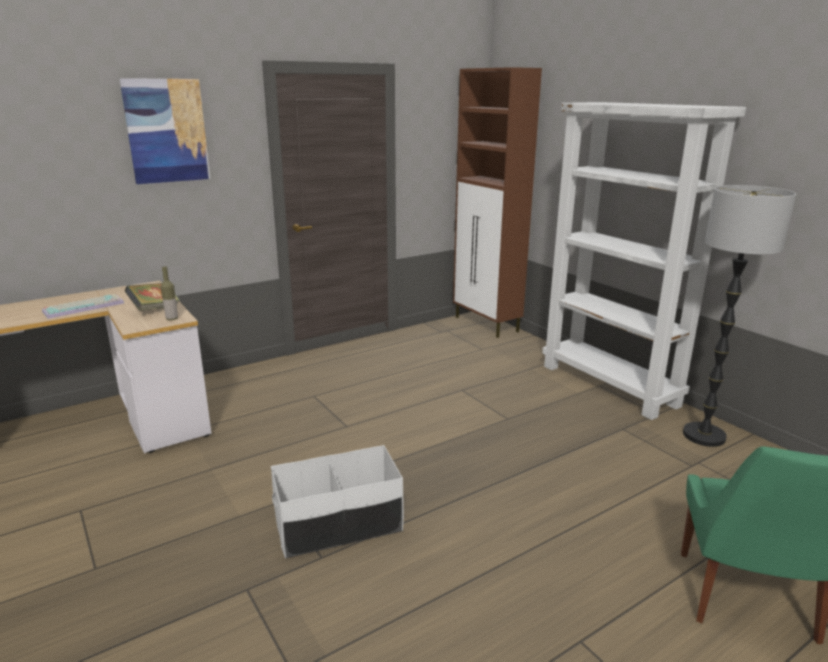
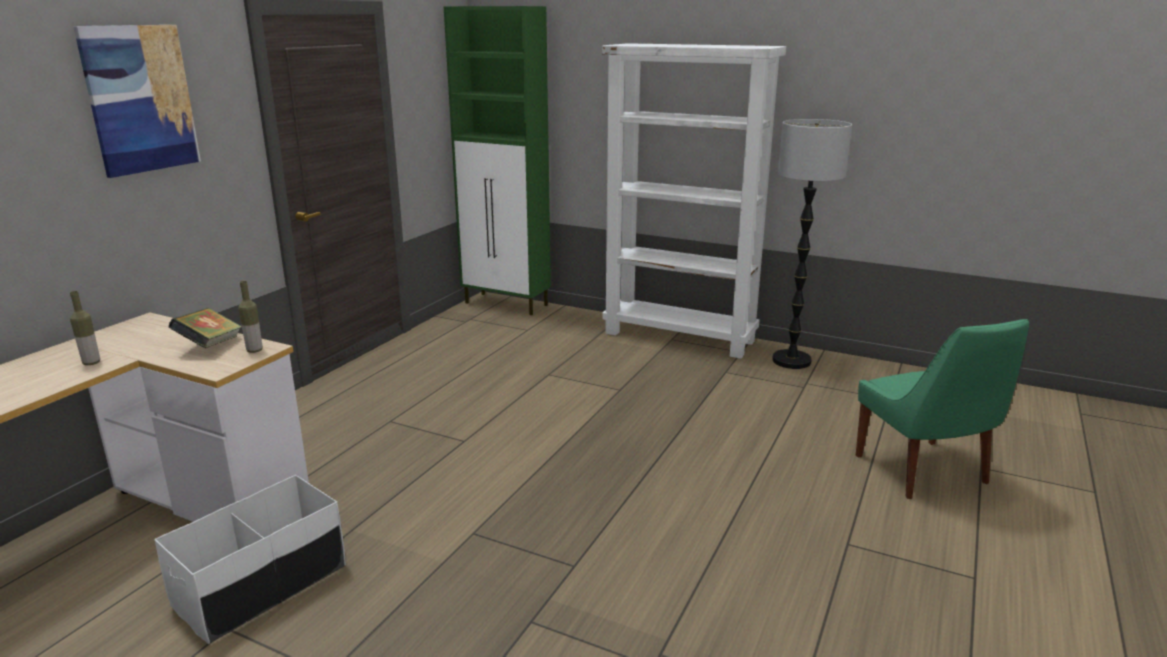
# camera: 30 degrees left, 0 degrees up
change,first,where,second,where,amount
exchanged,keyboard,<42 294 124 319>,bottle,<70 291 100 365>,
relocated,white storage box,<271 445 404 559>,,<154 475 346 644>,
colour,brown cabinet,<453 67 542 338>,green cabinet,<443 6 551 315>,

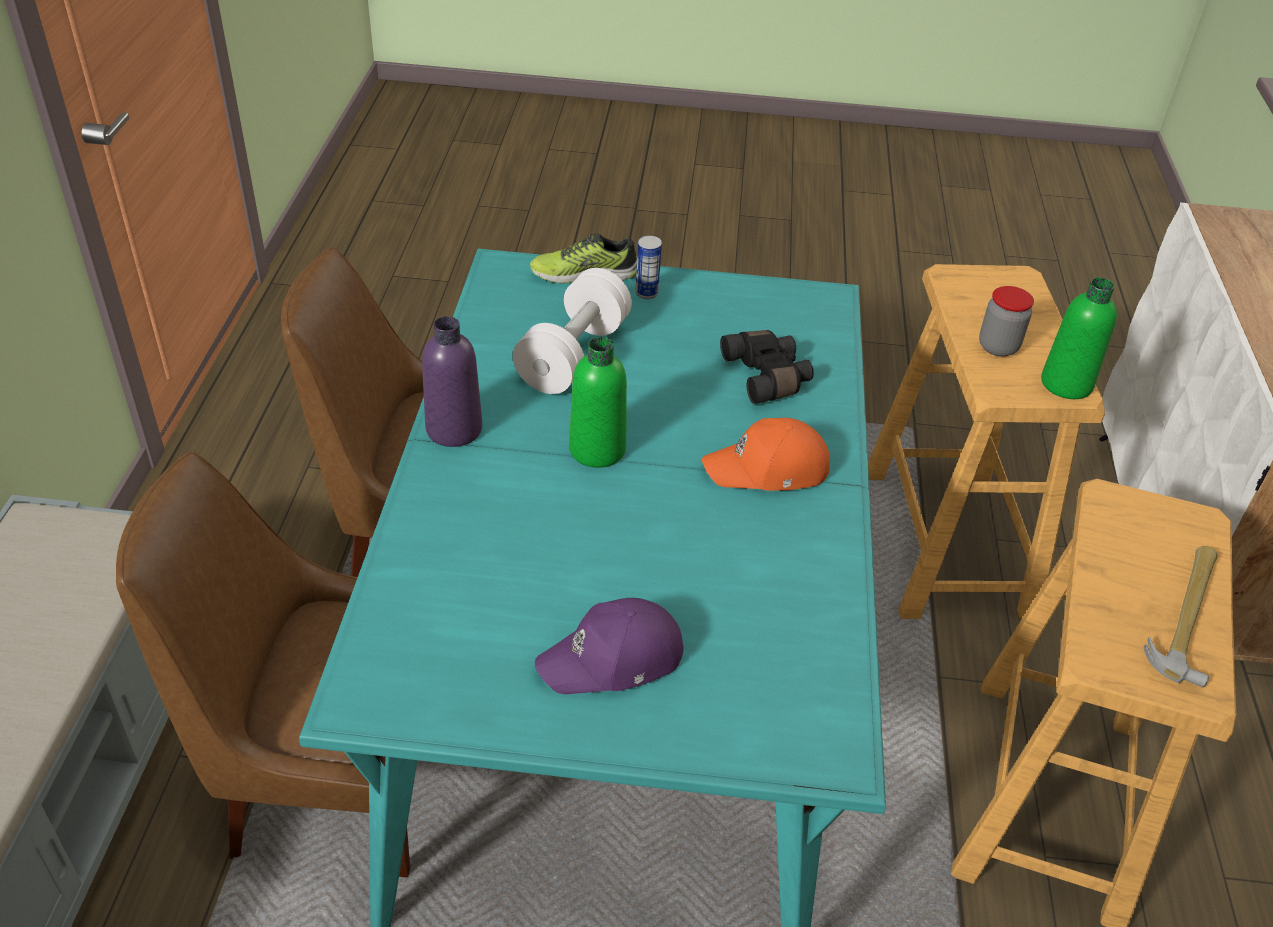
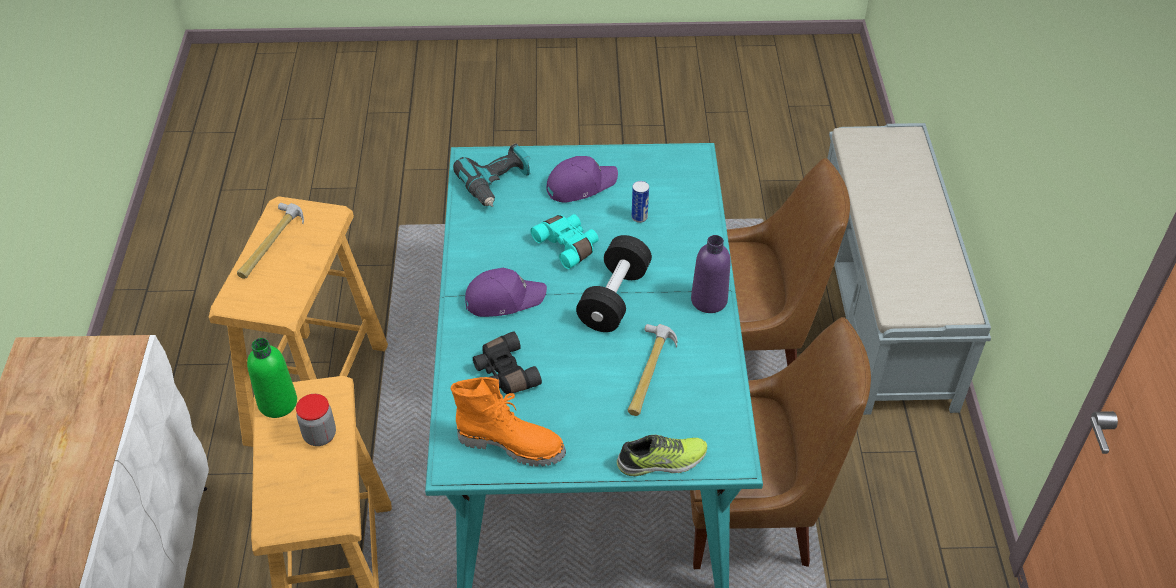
# camera: 175 degrees right, 5 degrees up
change,first,where,second,where,amount
exchanged,white dumbbell,<513 268 632 394>,hammer,<628 324 678 416>,
exchanged,green bottle,<569 337 627 468>,black dumbbell,<576 235 652 332>,
relocated,can,<635 236 662 299>,,<631 181 649 223>,
colour,orange cap,<702 418 830 491>,purple cap,<465 268 547 317>,
appeared,,,orange boot,<451 377 566 467>,
appeared,,,power drill,<453 143 530 207>,
appeared,,,turquoise binoculars,<531 214 599 269>,

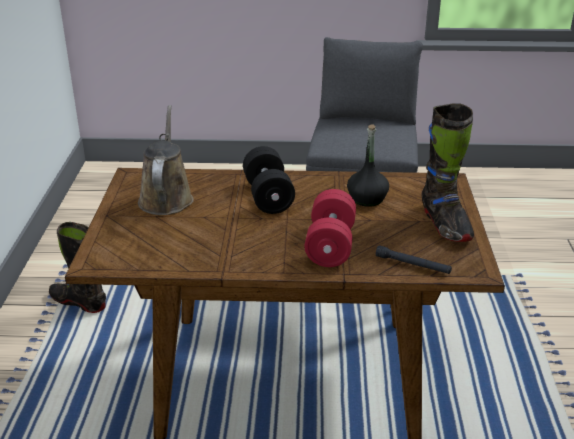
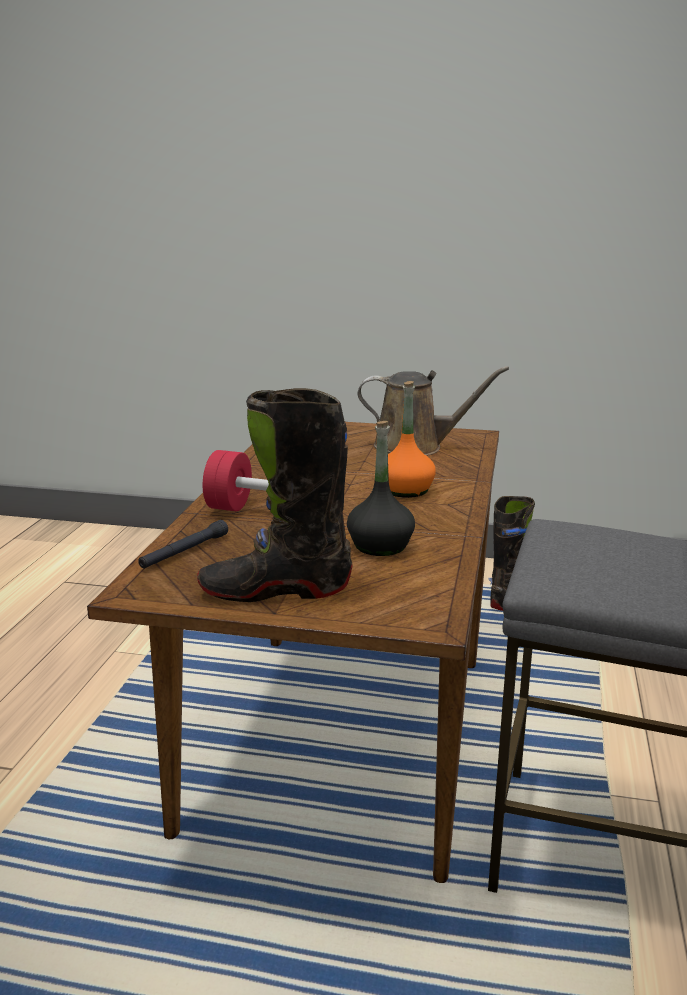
# camera: 100 degrees right, 10 degrees down
change,first,where,second,where,amount
exchanged,black dumbbell,<243 146 295 214>,orange bottle,<388 381 436 498>,

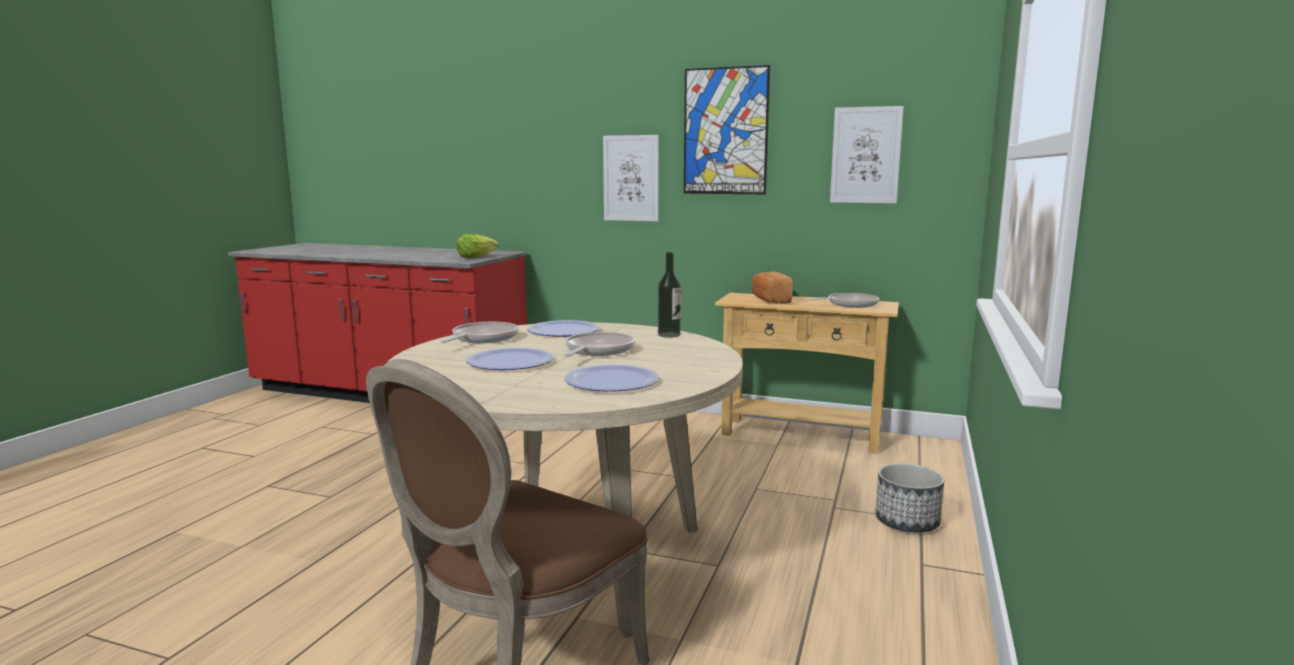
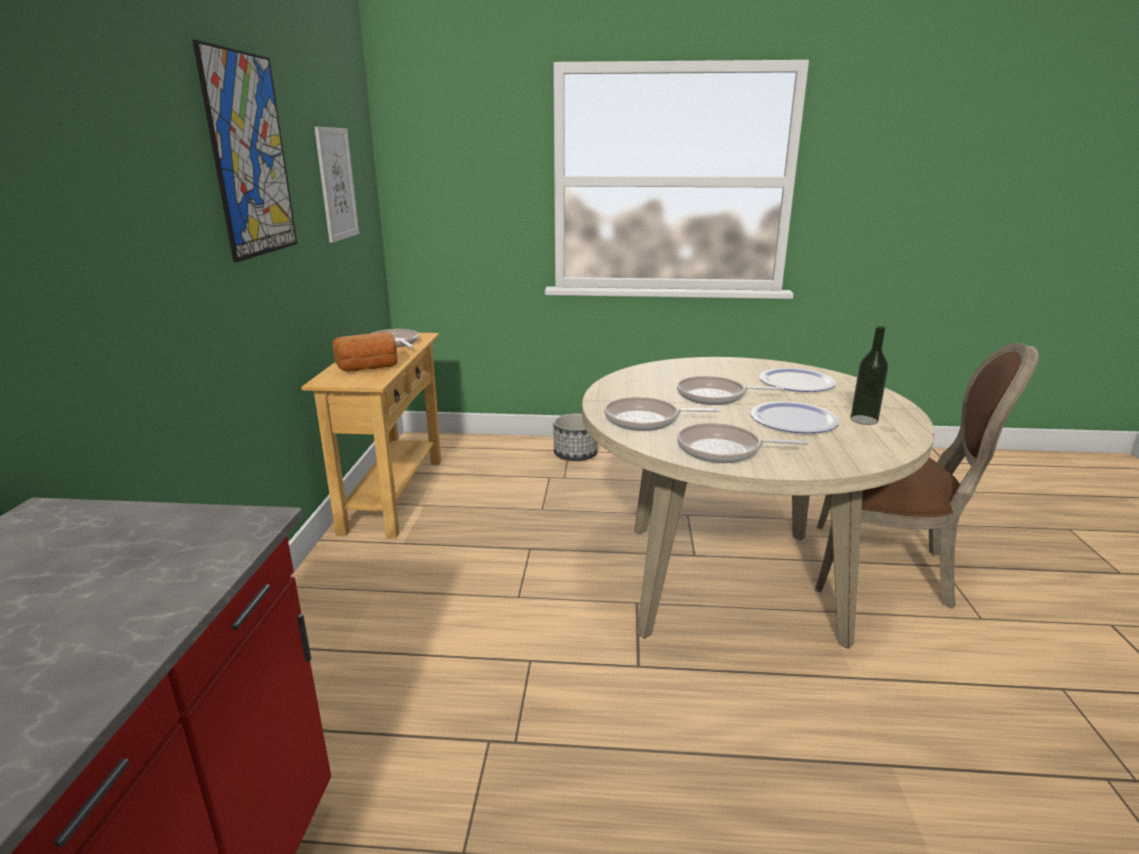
# camera: 105 degrees left, 10 degrees up
change,first,where,second,where,amount
missing,lettuce,<457 234 499 258>,,,
exchanged,plate,<527 320 600 337>,frying pan,<604 397 719 431>,
missing,picture,<603 135 659 222>,,,
relocated,bottle,<658 252 681 338>,,<850 326 888 425>,

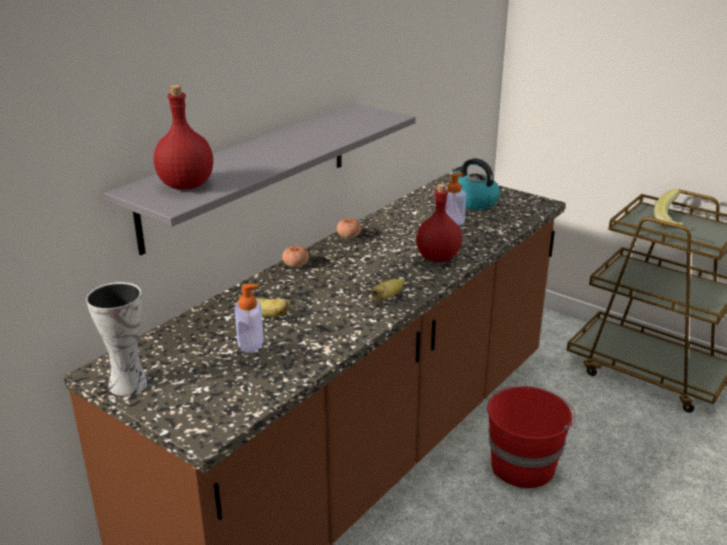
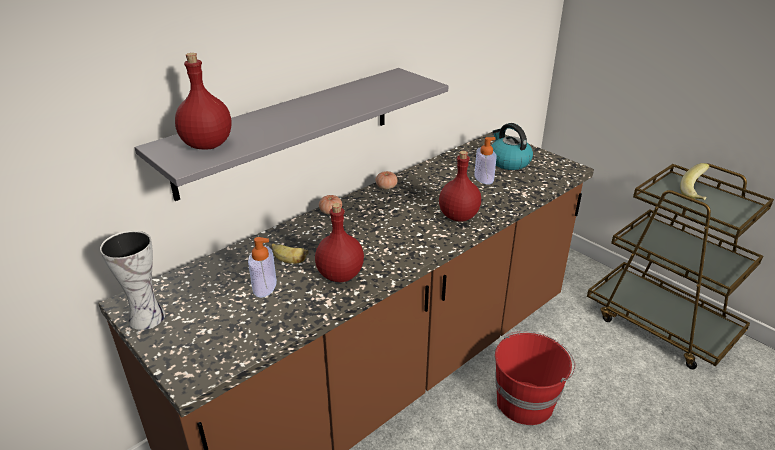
# camera: 10 degrees right, 5 degrees up
change,first,where,second,where,amount
missing,banana,<372 279 406 301>,,,
appeared,,,red bottle,<315 203 364 282>,

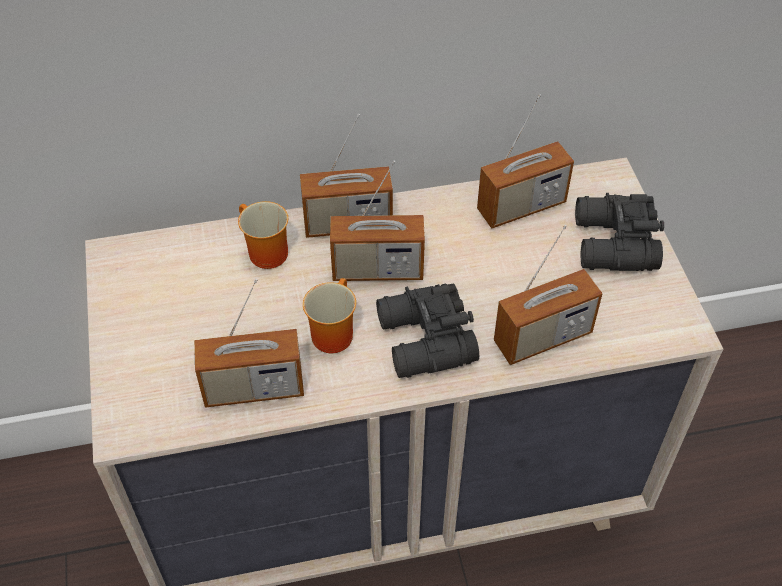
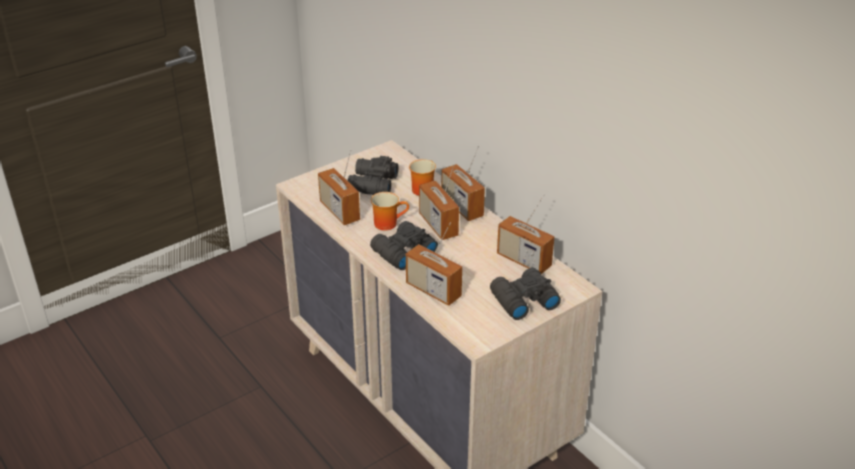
# camera: 65 degrees right, 15 degrees down
change,first,where,second,where,amount
appeared,,,black binoculars,<348 156 398 195>,

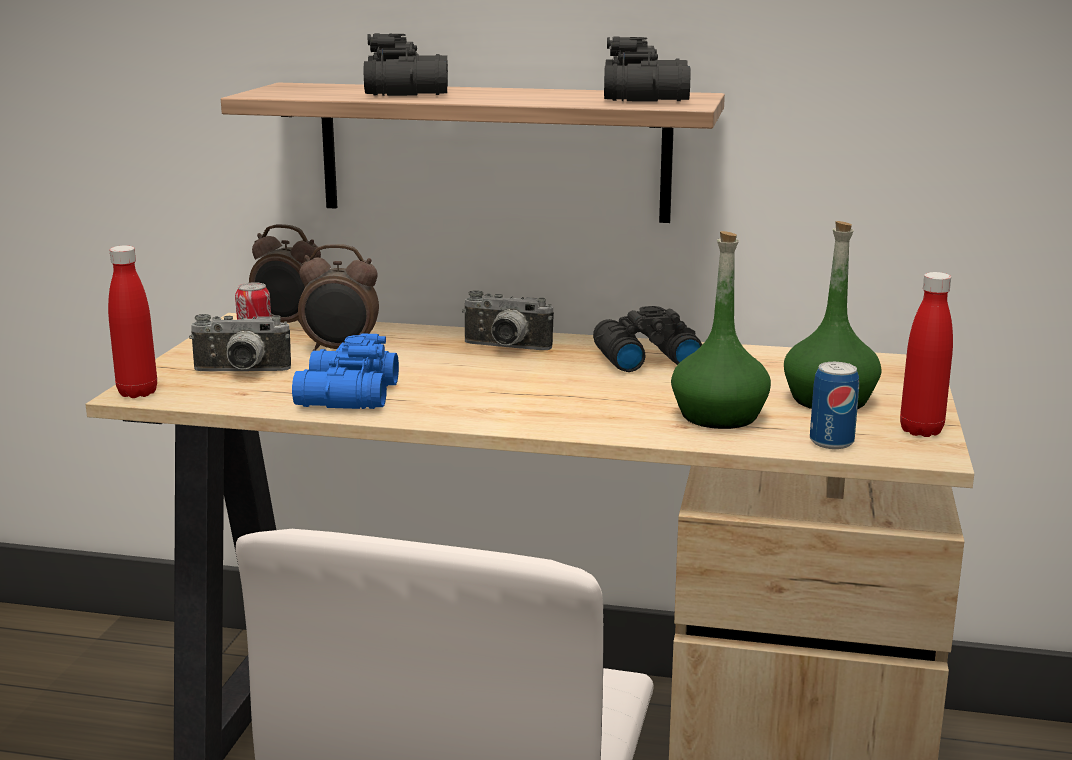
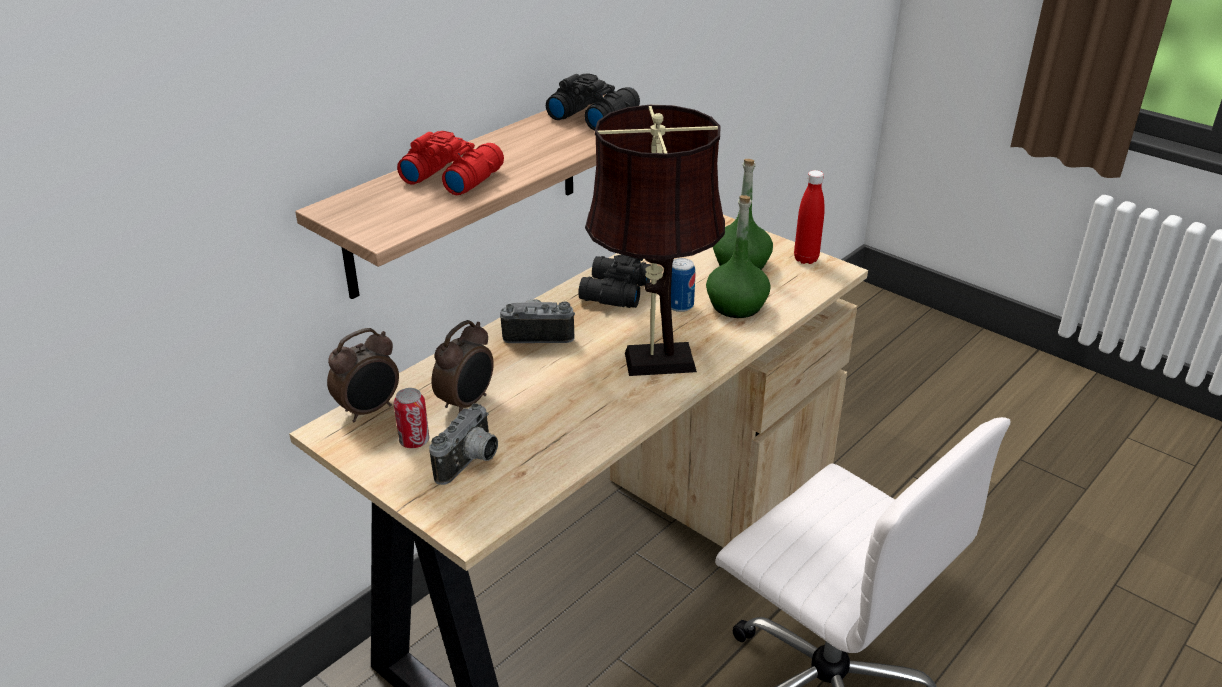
# camera: 60 degrees left, 15 degrees up
change,first,where,second,where,amount
missing,red bottle,<108 245 157 398>,,,
missing,blue binoculars,<292 333 399 409>,,,
colour,black binoculars,<363 33 448 96>,red binoculars,<397 131 504 195>,
spun,photo camera,<462 290 554 350>,,<500 299 575 343>,135 degrees counterclockwise
relocated,can,<810 362 859 449>,,<671 258 695 312>,
appeared,,,brown table lamp,<585 105 725 376>,

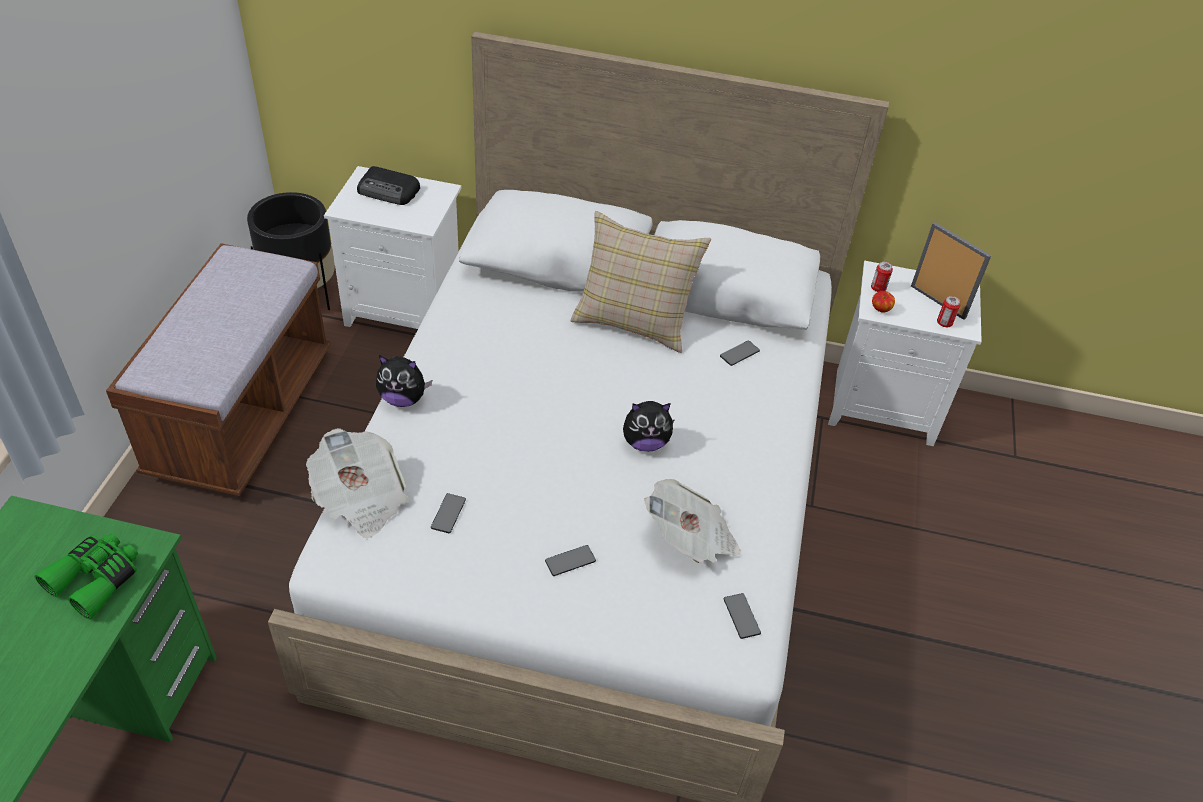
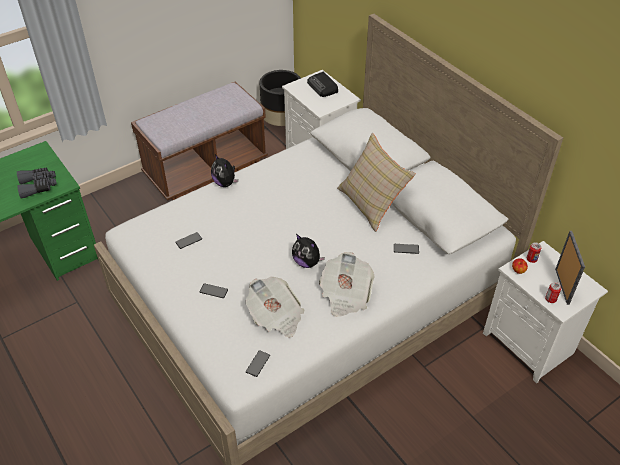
# camera: 45 degrees right, 0 degrees up
change,first,where,second,where,amount
colour,green binoculars,<35 533 138 619>,grey binoculars,<17 168 57 198>,
relocated,newspaper,<306 428 409 538>,,<319 252 375 317>,

